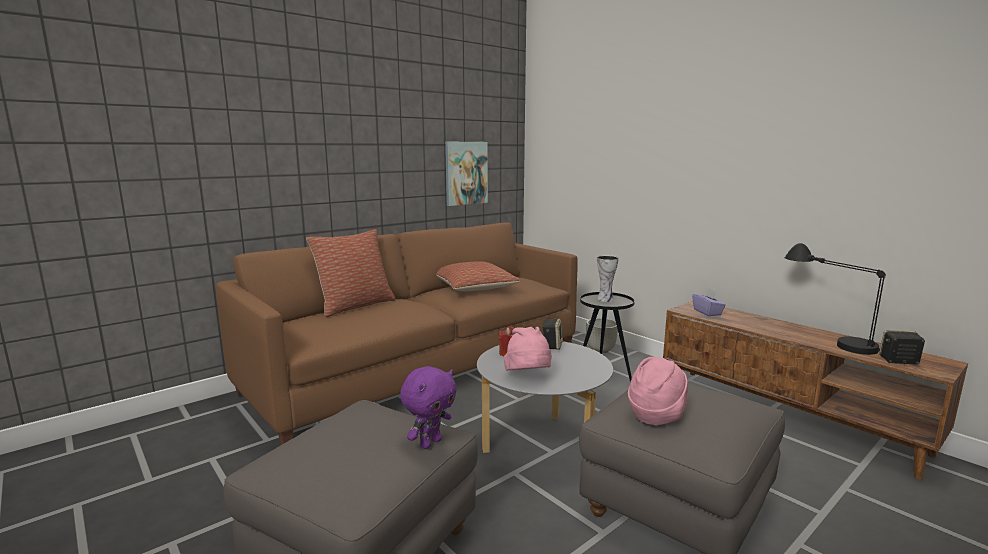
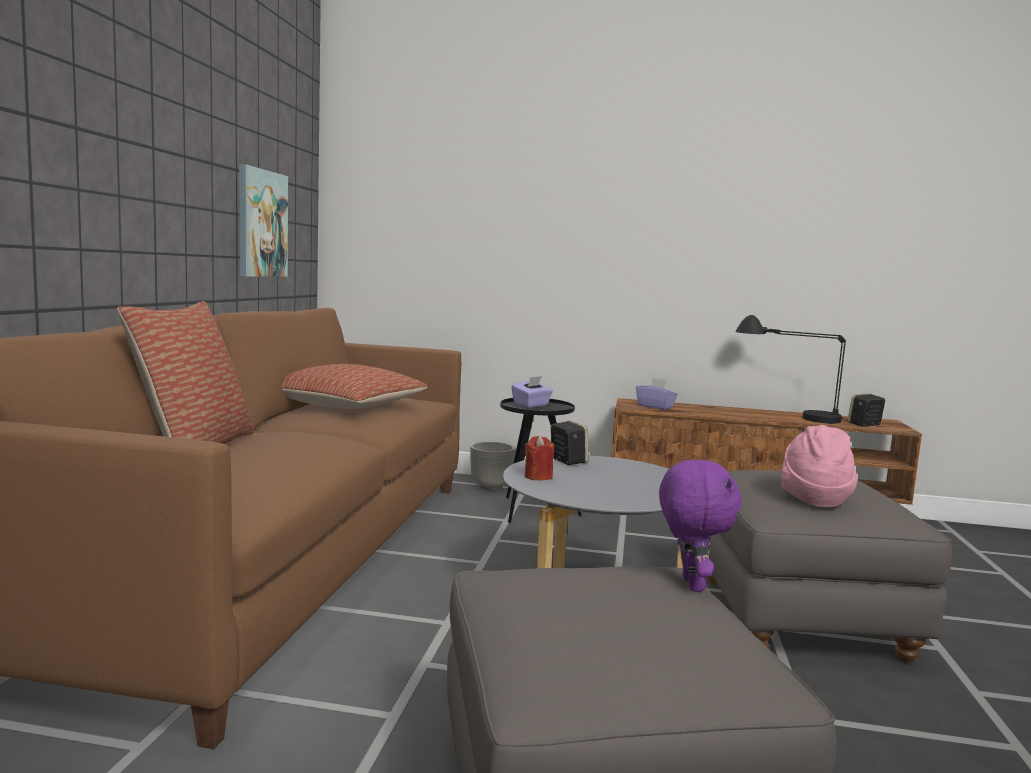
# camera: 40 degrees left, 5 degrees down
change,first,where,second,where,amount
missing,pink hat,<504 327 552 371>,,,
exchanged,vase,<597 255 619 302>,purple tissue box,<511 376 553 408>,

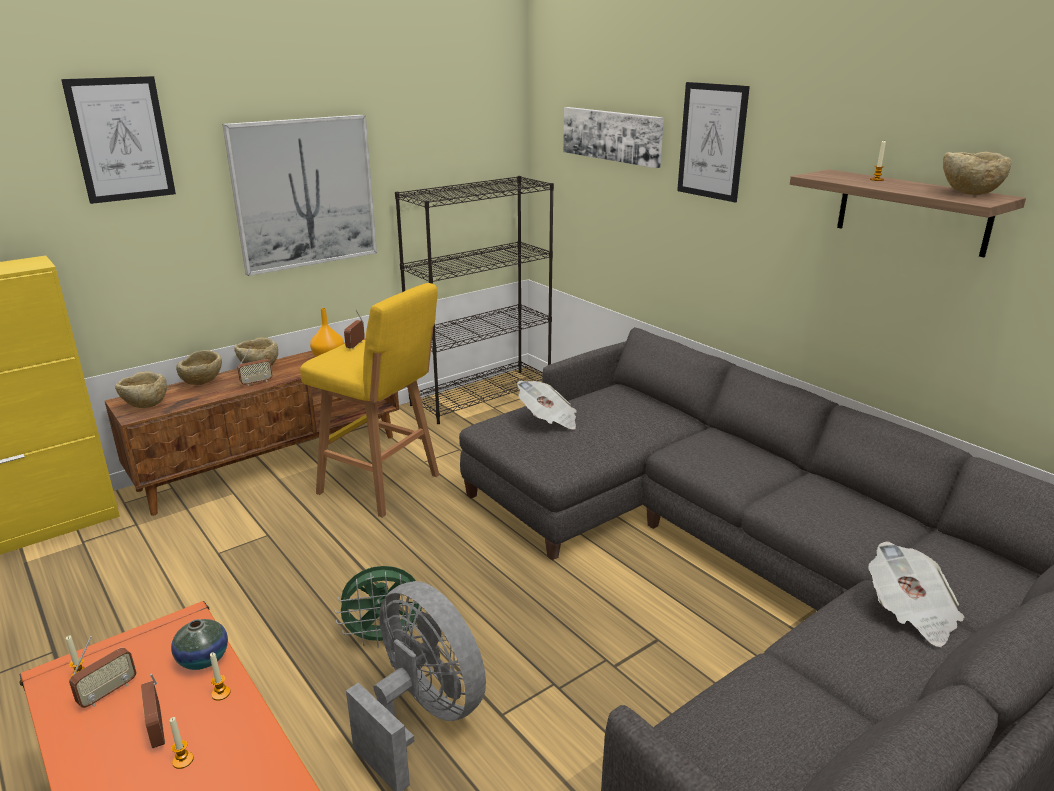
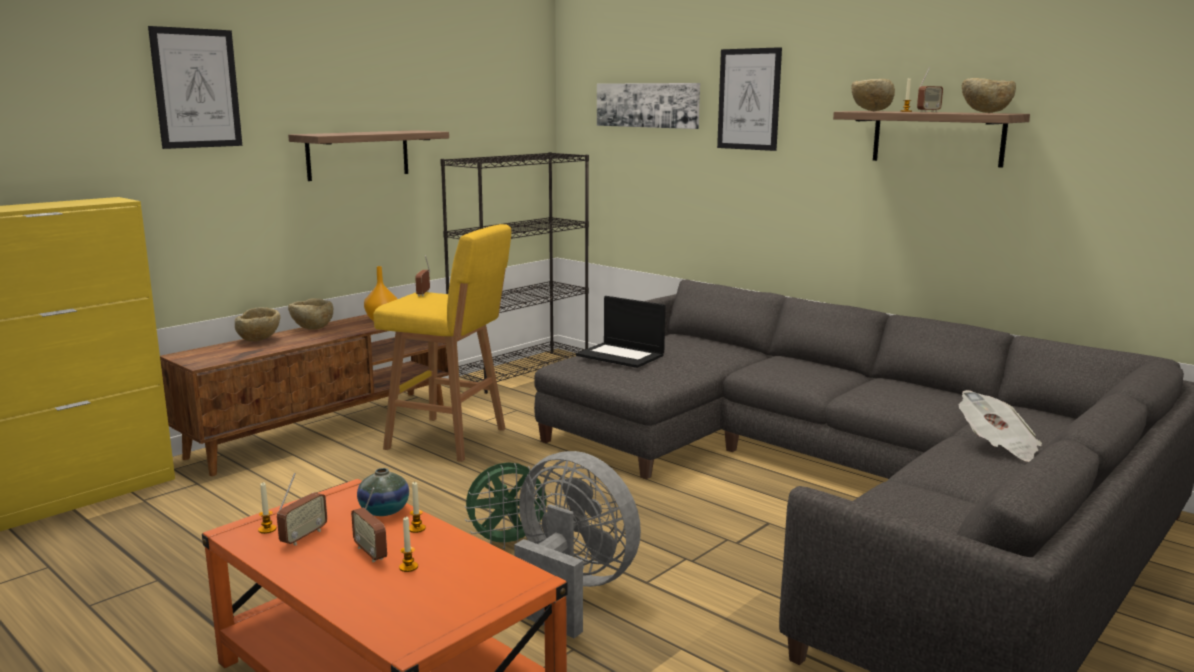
# camera: 10 degrees left, 10 degrees down
change,first,where,second,where,amount
relocated,beige bowl,<115 371 167 408>,,<851 79 895 111>,
exchanged,picture,<222 115 377 276>,shelf,<288 130 449 181>,
relocated,radio,<237 346 273 386>,,<917 67 943 112>,
exchanged,newspaper,<517 380 576 429>,laptop,<576 296 665 368>,

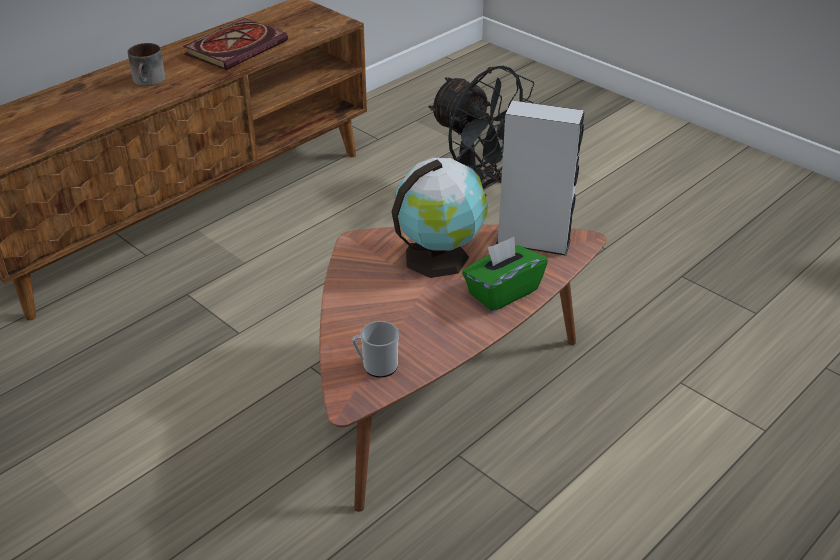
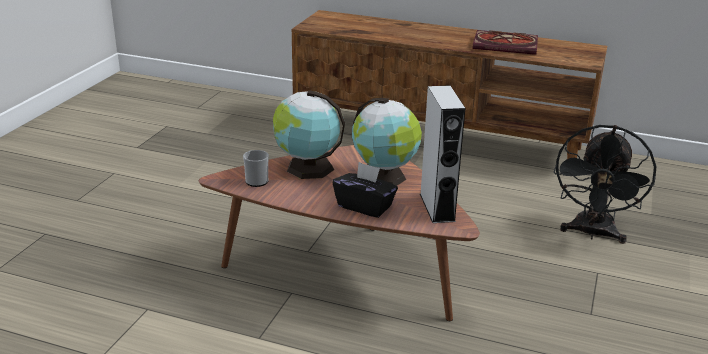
# camera: 65 degrees right, 10 degrees down
change,first,where,second,where,amount
missing,mug,<127 43 165 86>,,,
colour,green tissue box,<462 237 548 311>,black tissue box,<333 162 398 218>,
appeared,,,globe,<273 90 345 179>,

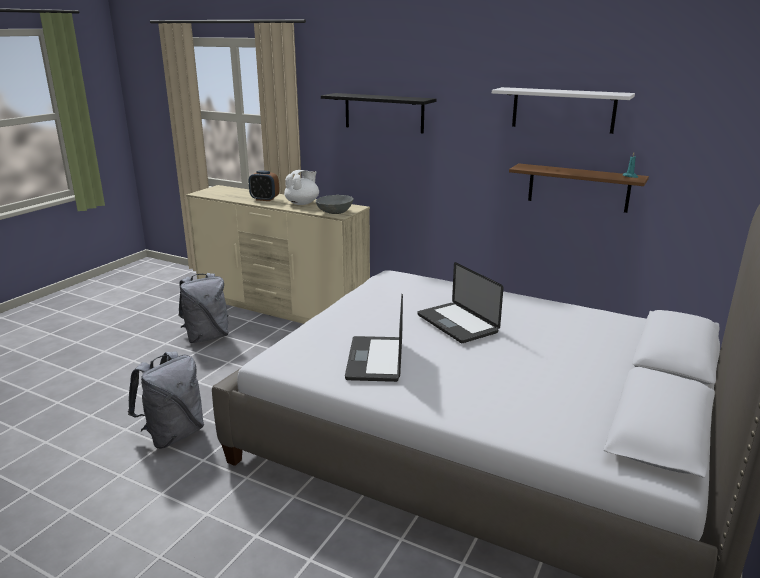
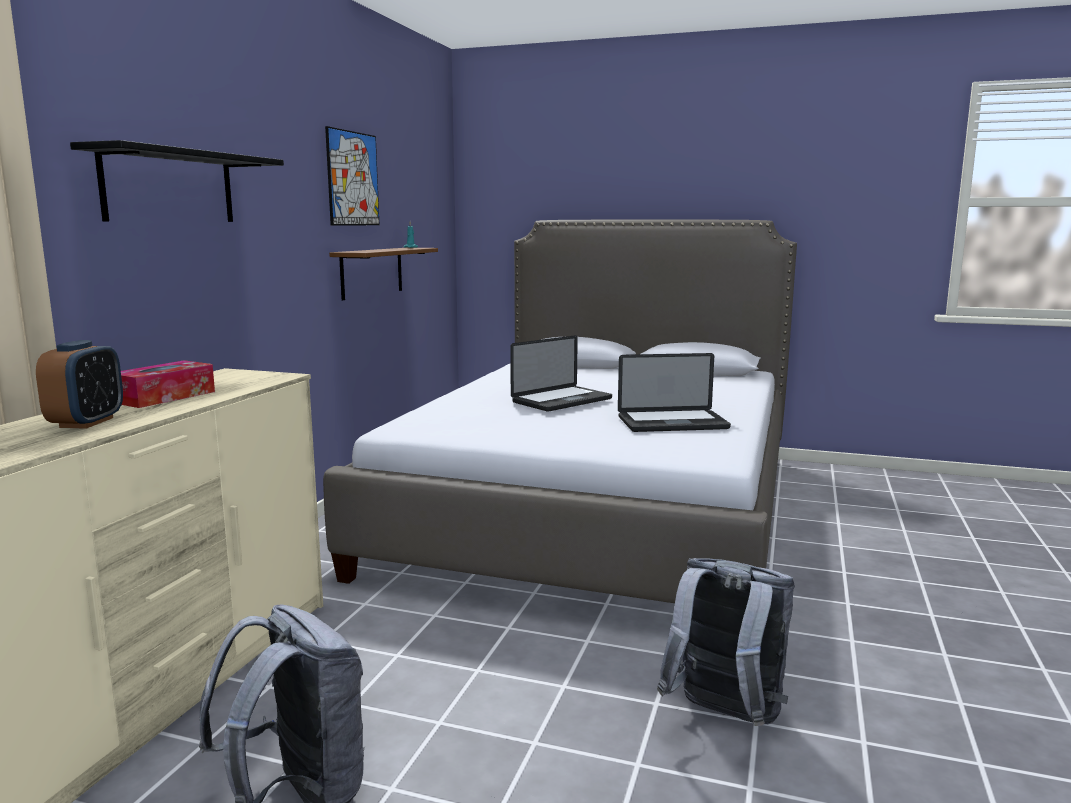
# camera: 100 degrees left, 10 degrees down
change,first,where,second,where,amount
exchanged,white teapot,<284 170 319 205>,tissue box,<121 360 215 408>,
missing,grey bowl,<316 195 354 214>,,,
exchanged,white shelf,<492 87 635 134>,picture,<325 126 379 226>,

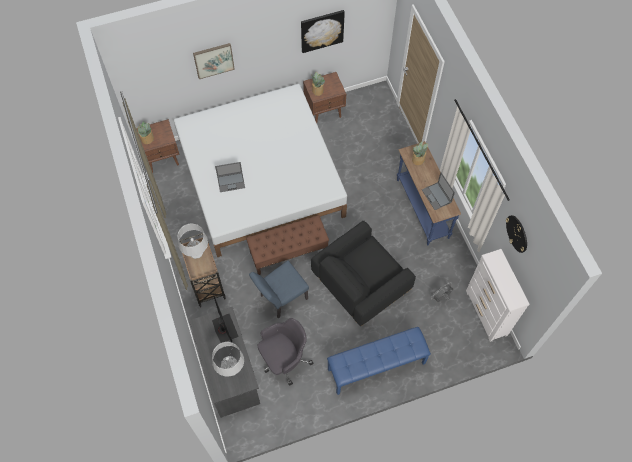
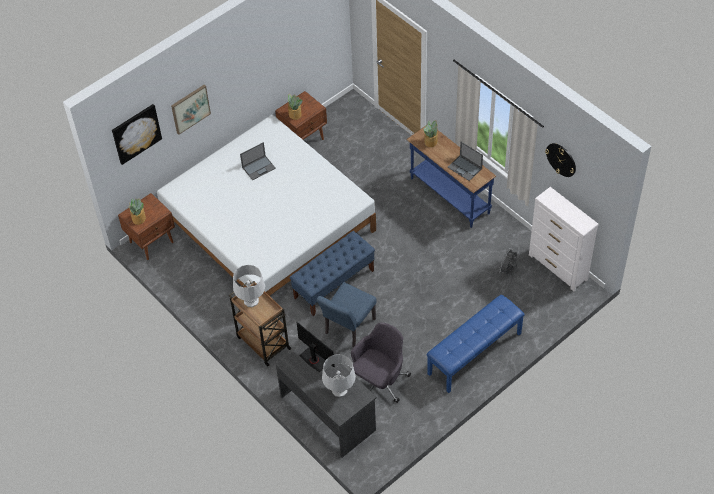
# camera: 20 degrees left, 10 degrees down
change,first,where,second,where,amount
relocated,laptop,<215 162 245 192>,,<240 142 276 180>,
colour,brown bench,<246 215 329 275>,blue bench,<290 231 375 316>,
relocated,picture,<301 10 345 53>,,<112 104 162 165>,
missing,black armchair,<311 221 416 326>,,,

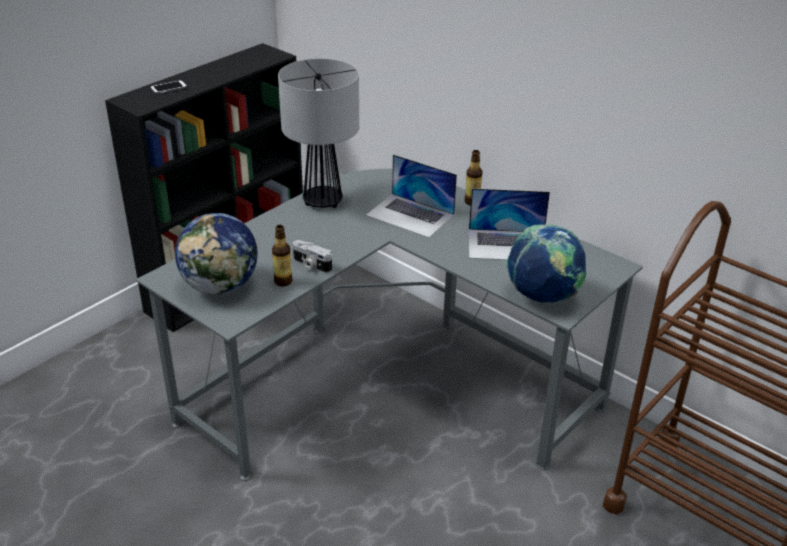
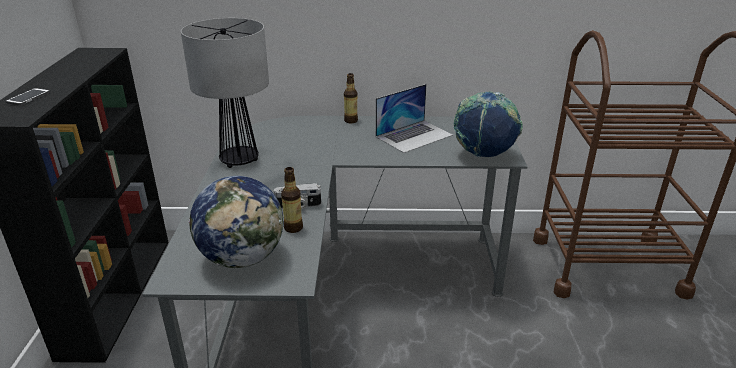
# camera: 40 degrees left, 5 degrees down
change,first,where,second,where,amount
missing,laptop,<366 155 457 238>,,,

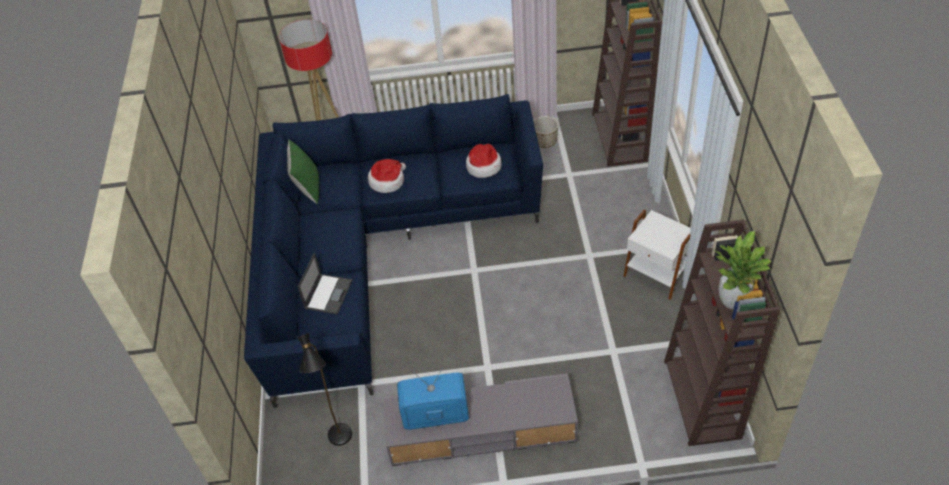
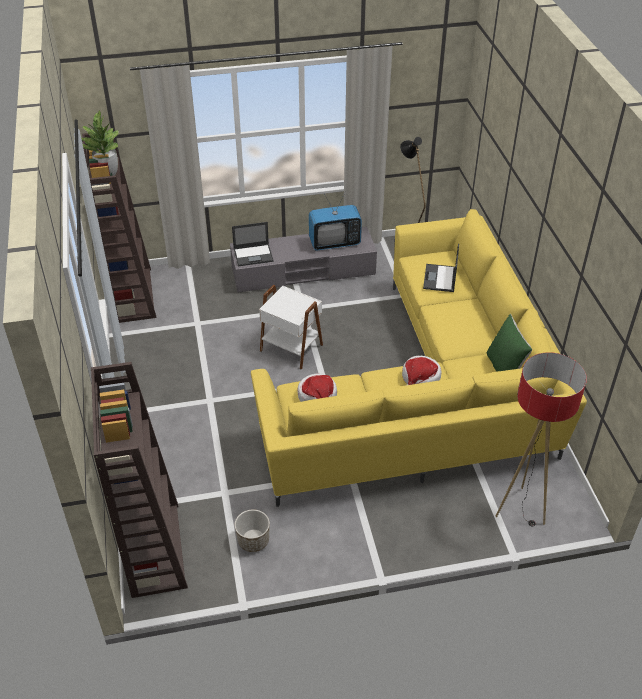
# camera: 170 degrees right, 5 degrees down
change,first,where,second,where,amount
colour,blue sofa,<244 94 543 408>,yellow sofa,<251 209 587 507>,
relocated,white side table,<623 210 691 300>,,<259 285 323 370>,
appeared,,,laptop,<232 222 274 266>,

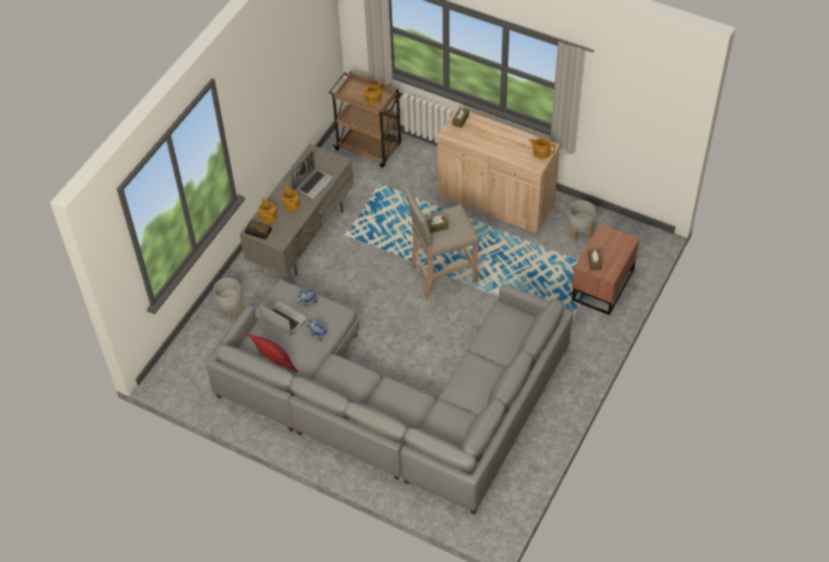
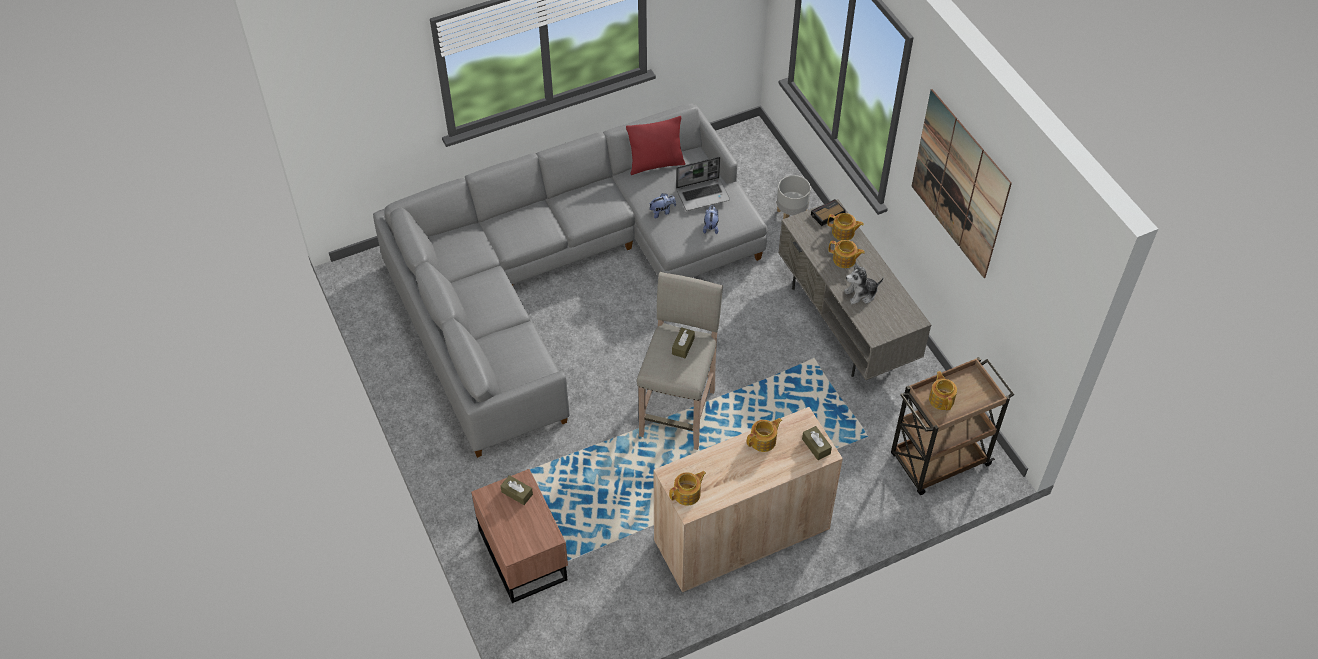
# camera: 125 degrees right, 0 degrees up
change,first,where,second,where,amount
exchanged,laptop,<291 151 334 200>,plush toy,<844 262 883 304>,
missing,grey planter,<569 200 595 241>,,,
appeared,,,teapot,<747 418 782 452>,
appeared,,,picture,<911 89 1012 278>,

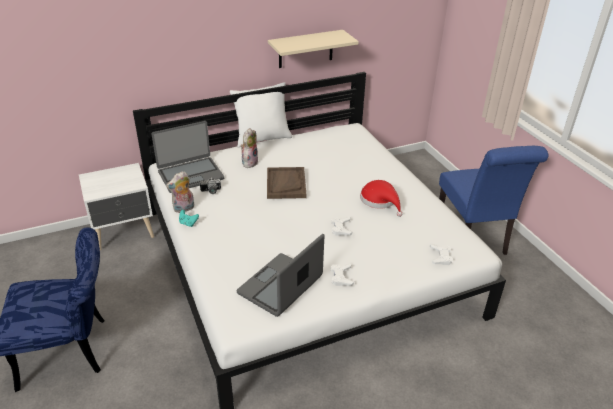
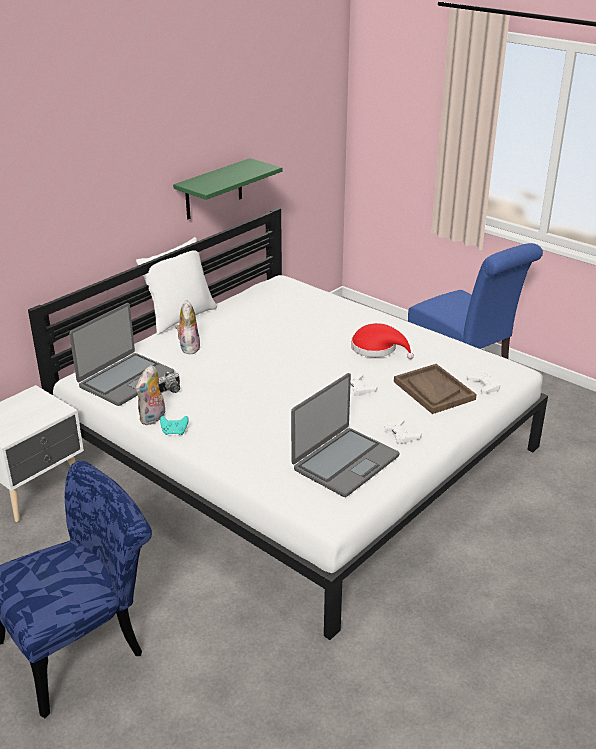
# camera: 25 degrees left, 5 degrees down
change,first,where,second,where,amount
spun,laptop,<237 234 324 317>,,<291 373 399 497>,150 degrees counterclockwise
relocated,brown tray,<267 167 306 199>,,<394 364 477 414>,
colour,beige shelf,<268 30 359 68>,green shelf,<173 158 282 219>,

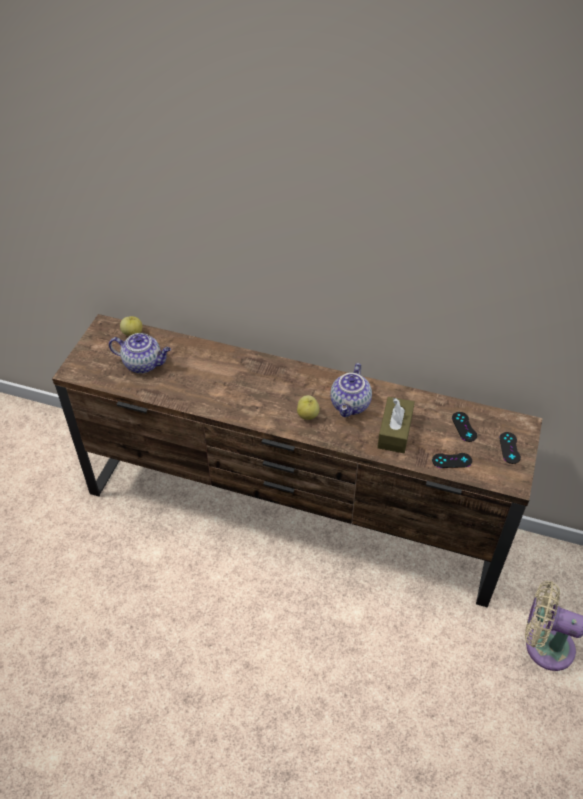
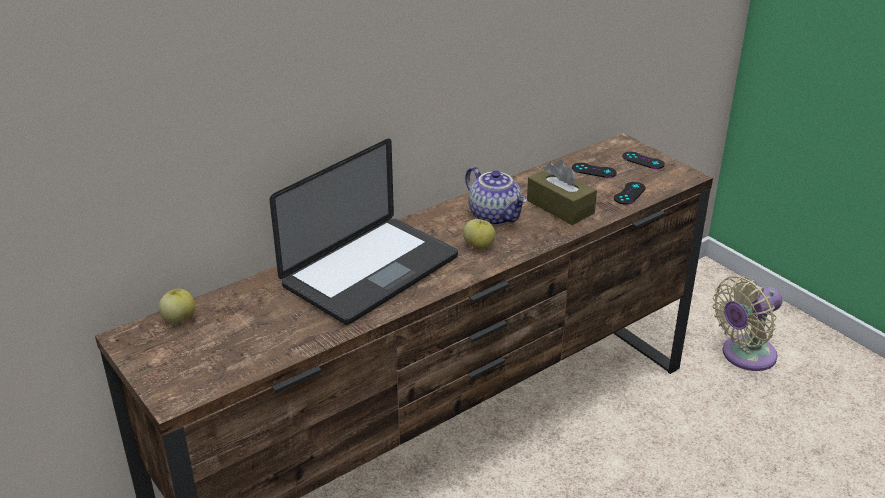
# camera: 55 degrees left, 15 degrees down
change,first,where,second,where,amount
missing,teapot,<109 333 171 374>,,,
appeared,,,laptop,<270 139 458 325>,

